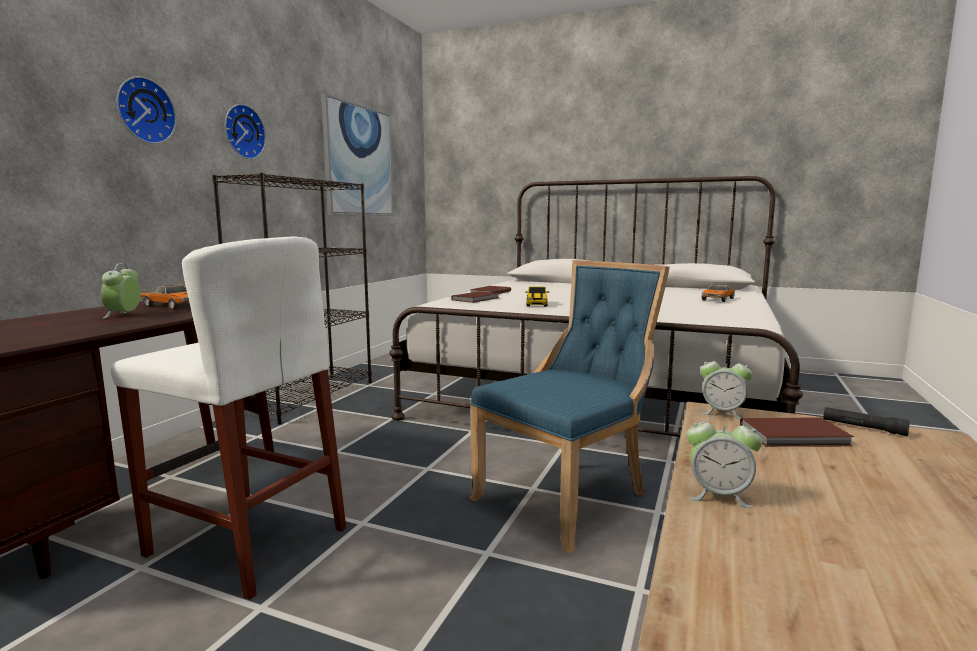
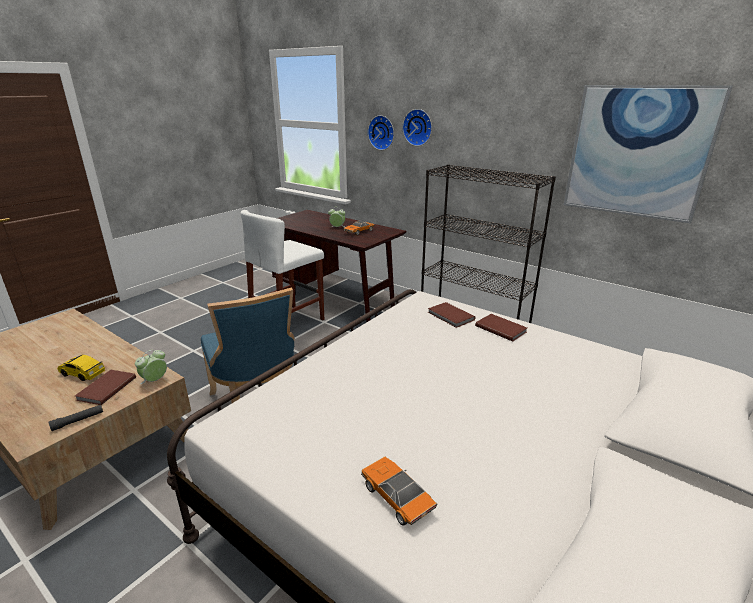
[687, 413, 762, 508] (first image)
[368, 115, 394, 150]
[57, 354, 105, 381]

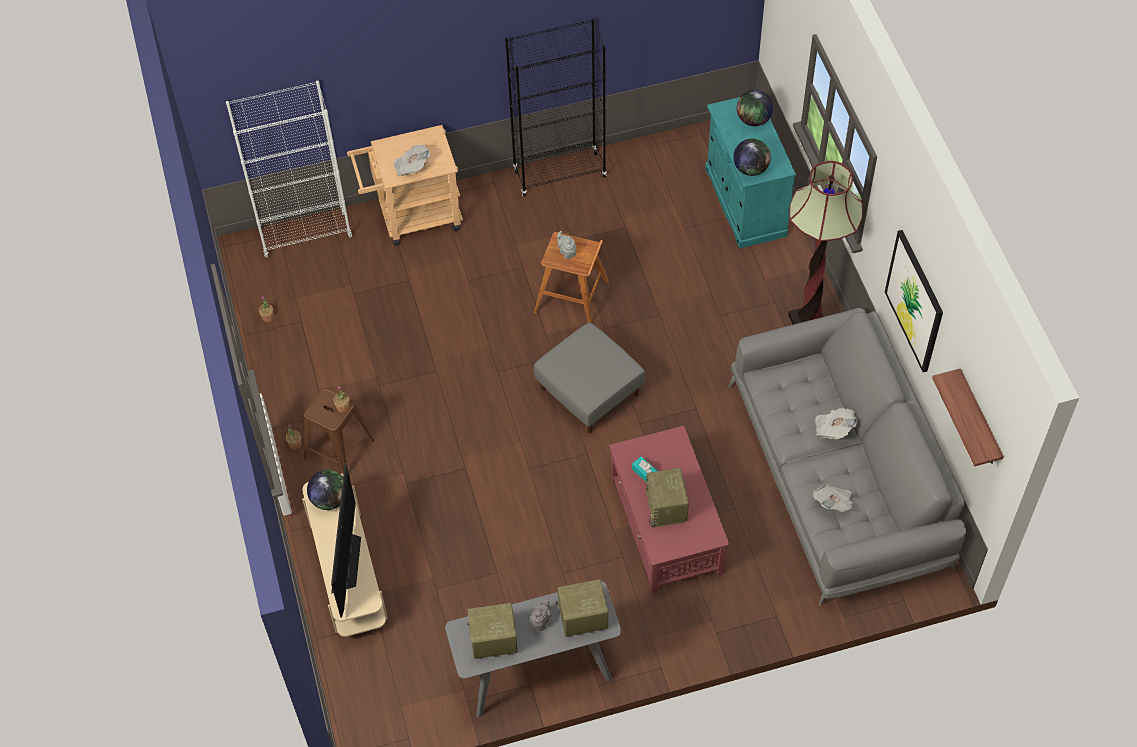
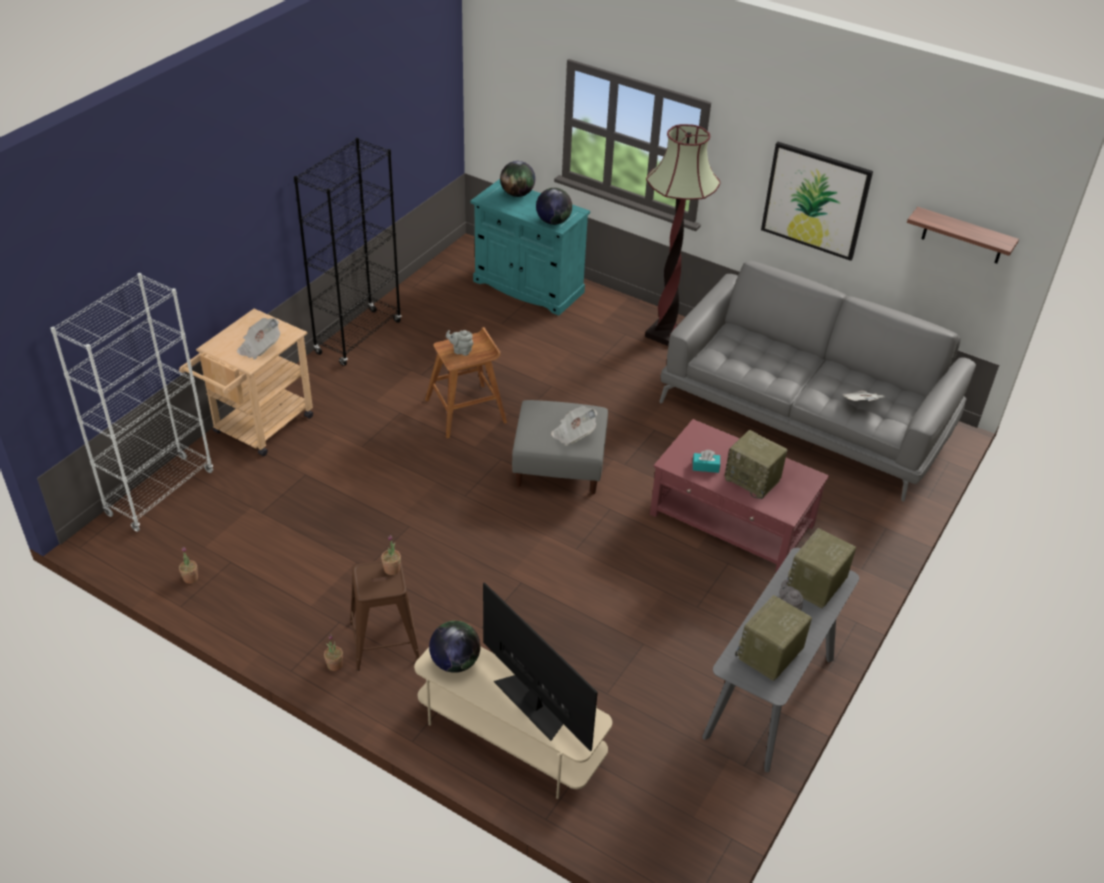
[551, 406, 598, 446]

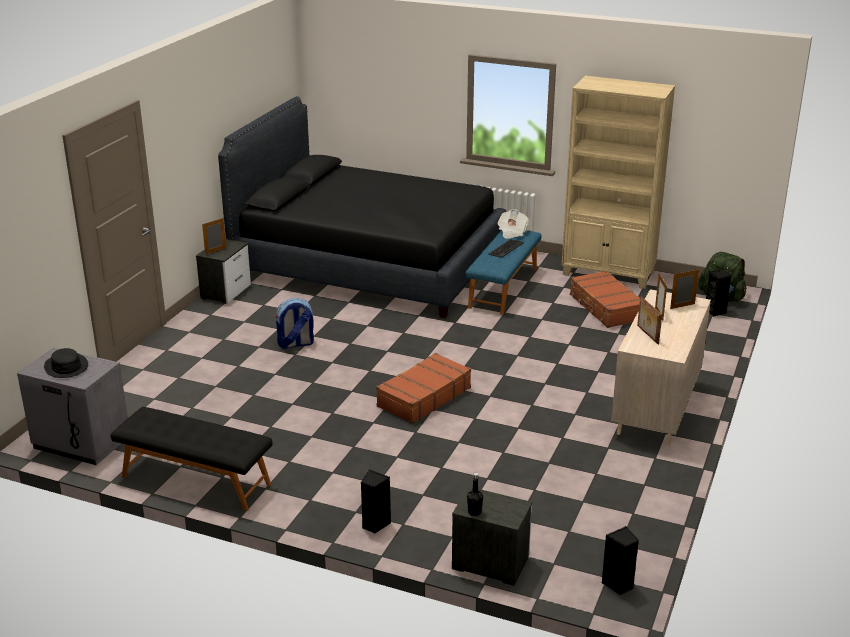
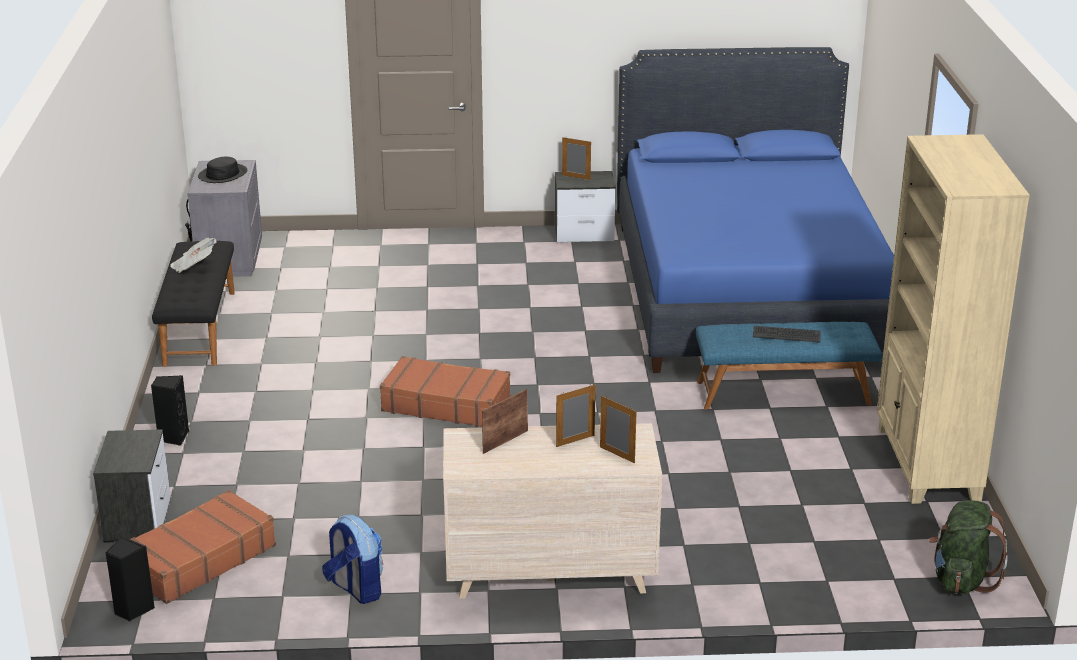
[467, 473, 483, 516] (first image)
[706, 271, 732, 317] (first image)
[322, 515, 383, 604]
[170, 238, 217, 273]
[131, 490, 276, 604]
[617, 47, 894, 373]

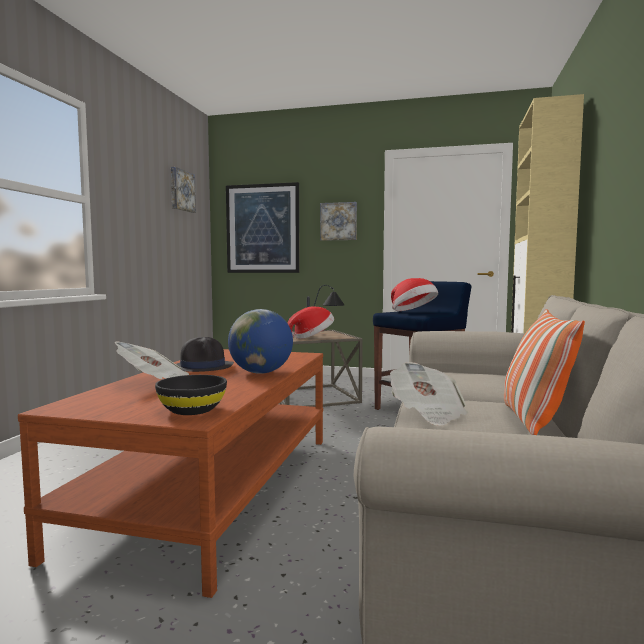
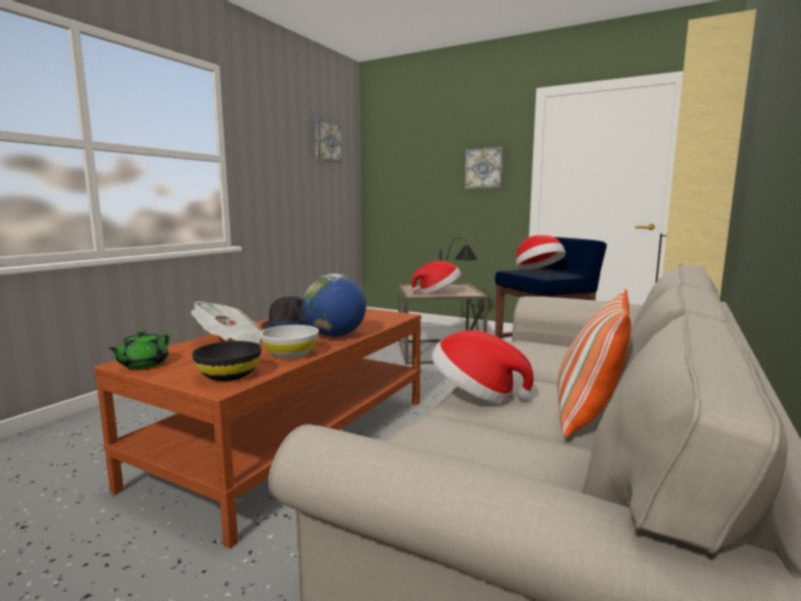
[226, 182, 300, 273] (first image)
[107, 330, 170, 369]
[260, 325, 319, 359]
[432, 330, 534, 404]

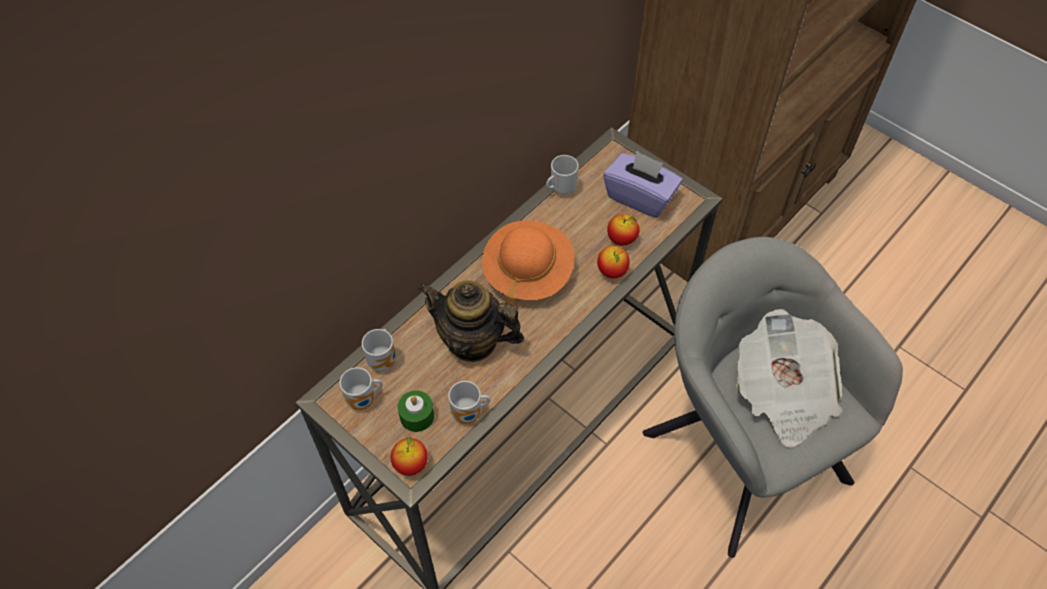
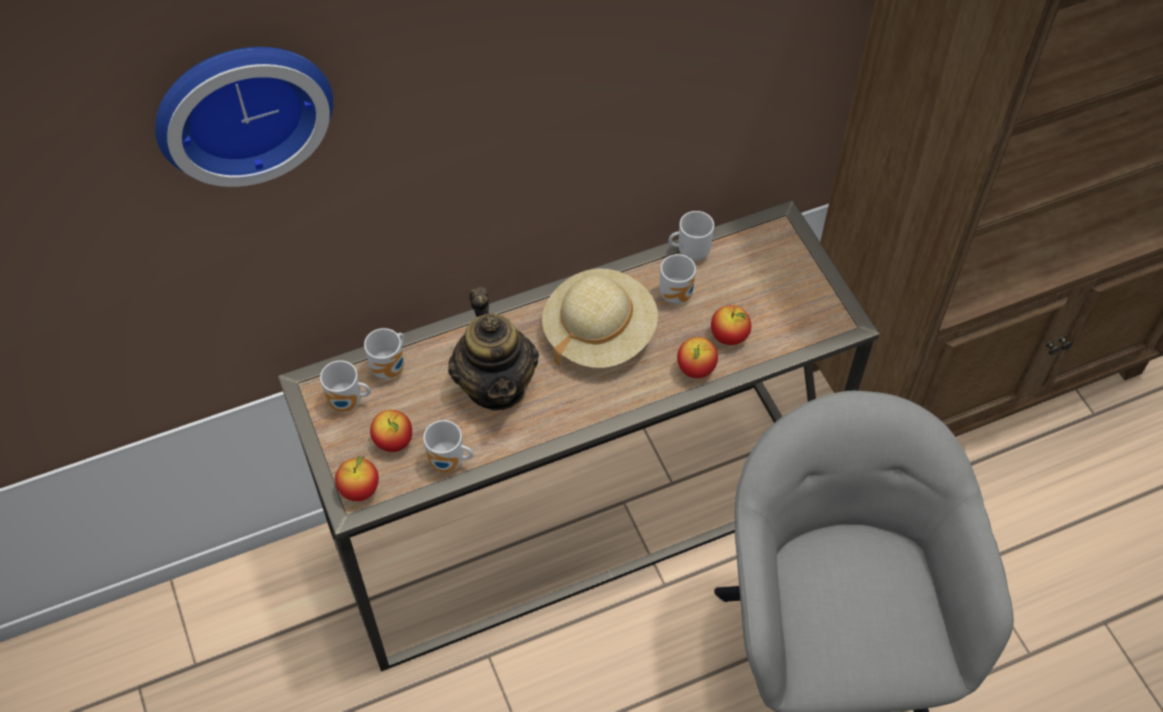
[603, 150, 682, 218] (first image)
[736, 309, 842, 448] (first image)
[155, 47, 333, 187]
[660, 254, 696, 304]
[370, 410, 412, 452]
[542, 268, 658, 368]
[448, 287, 539, 411]

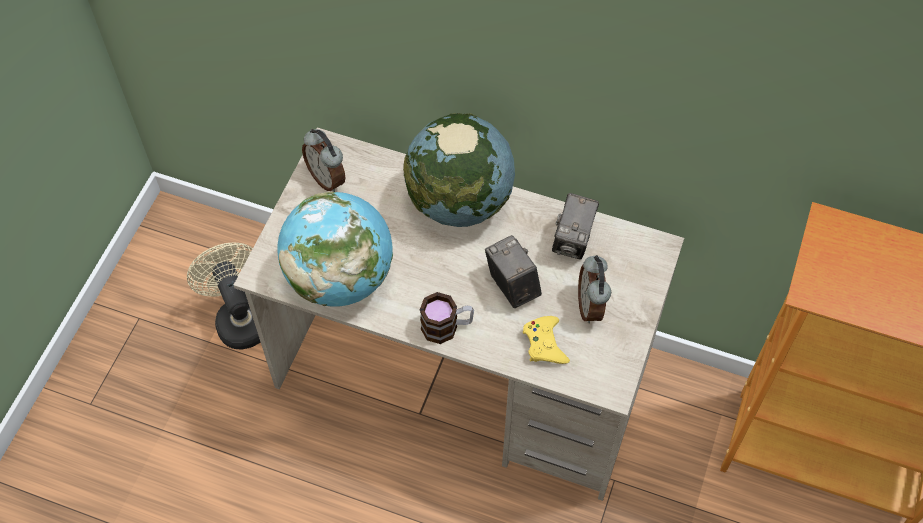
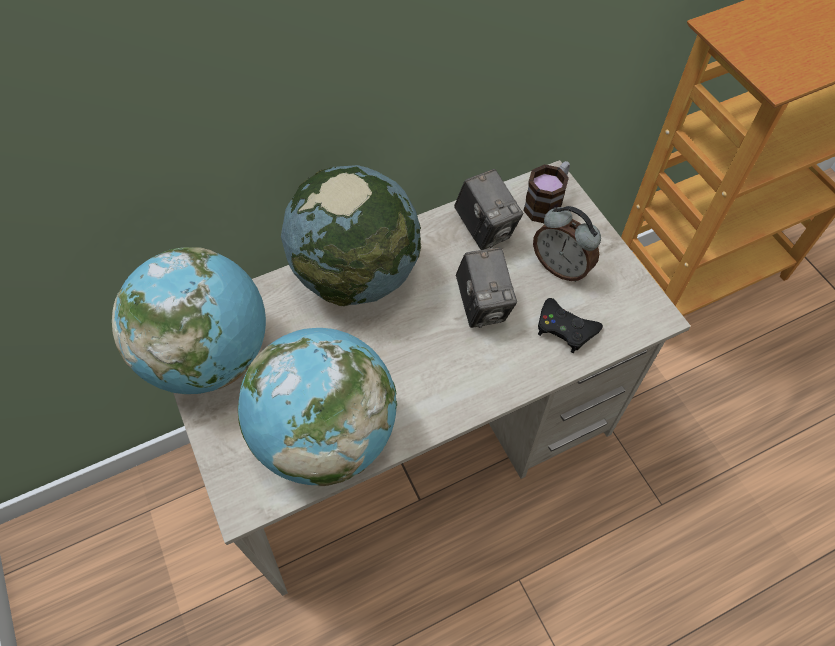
[187, 243, 261, 349] (first image)
[523, 161, 570, 223]
[112, 247, 266, 394]
[538, 298, 603, 353]
[456, 247, 517, 328]

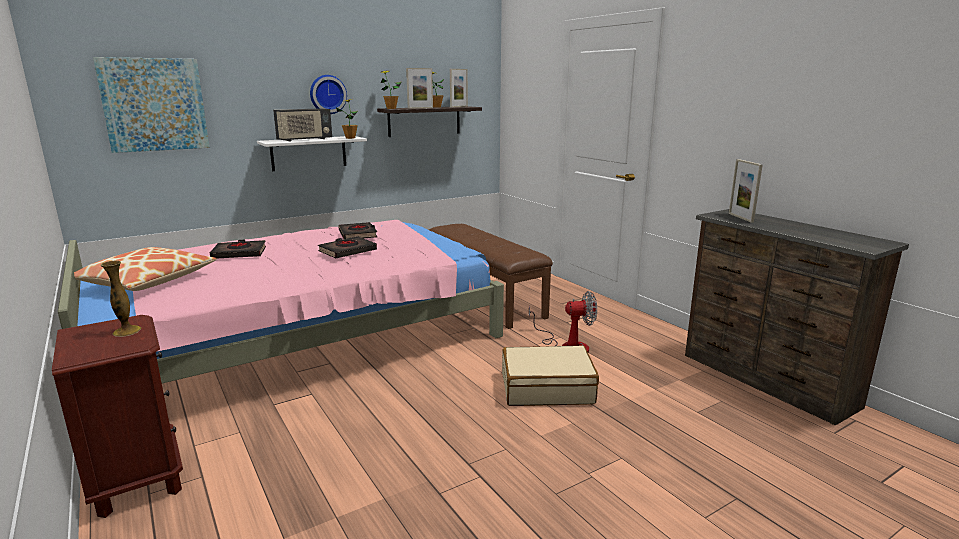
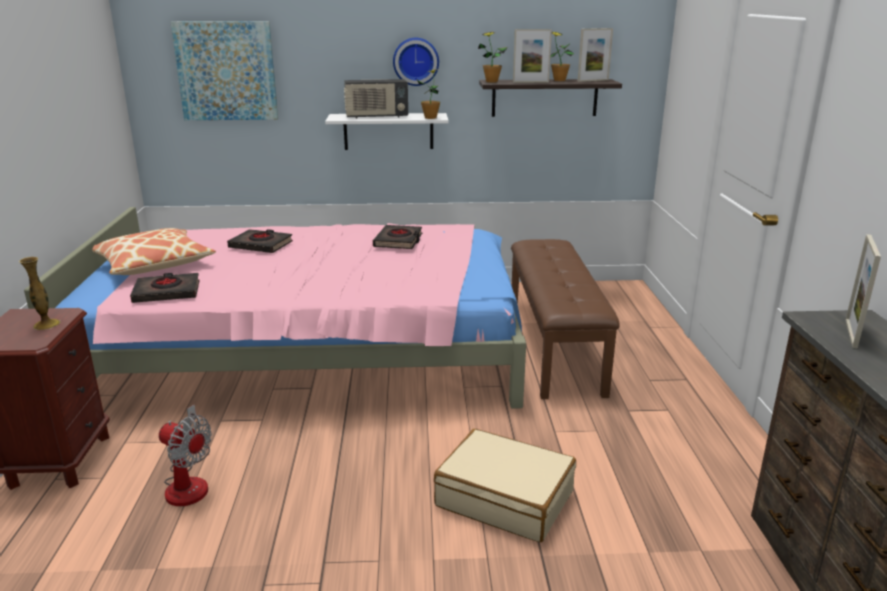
[130, 273, 200, 303]
[159, 404, 212, 506]

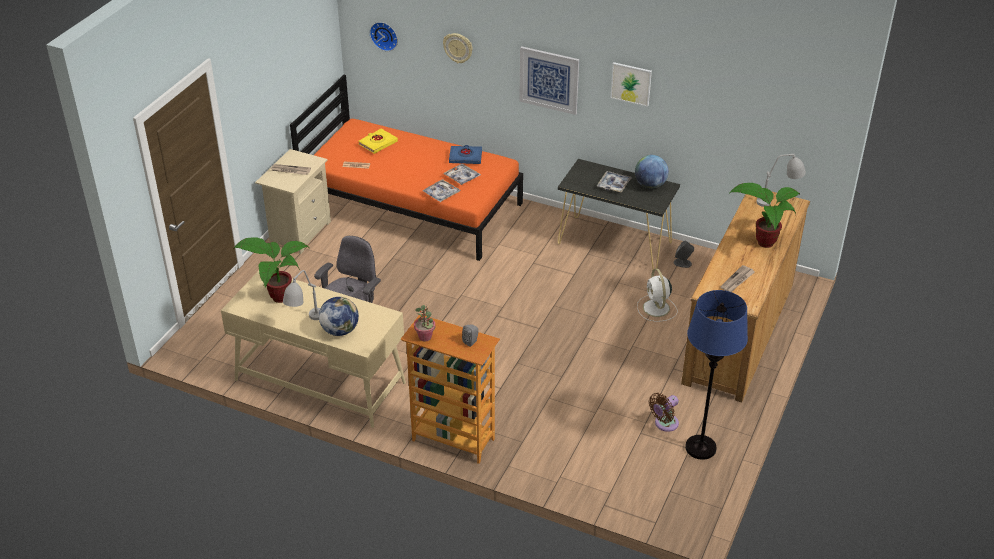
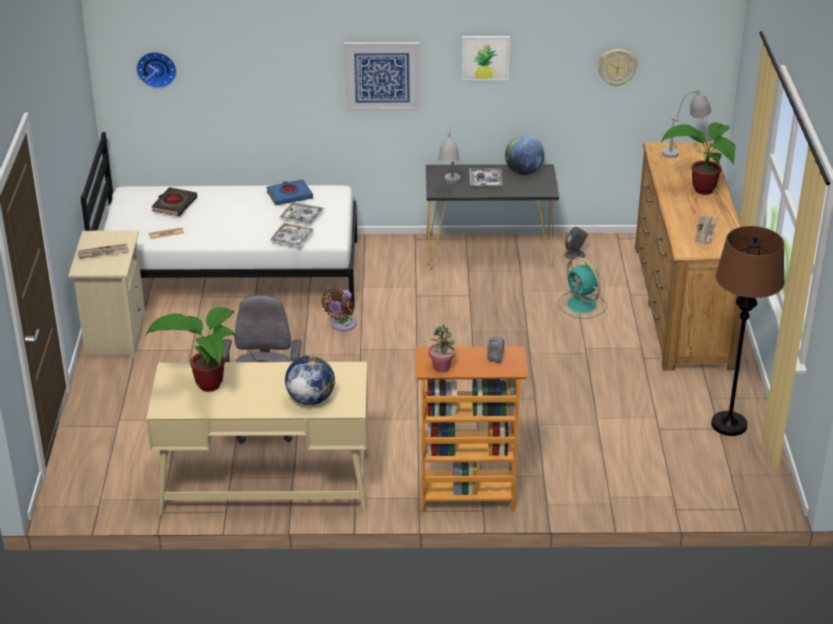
[438, 126, 460, 183]
[597, 49, 638, 86]
[322, 289, 357, 331]
[81, 132, 357, 309]
[152, 187, 197, 216]
[558, 257, 607, 319]
[711, 226, 785, 436]

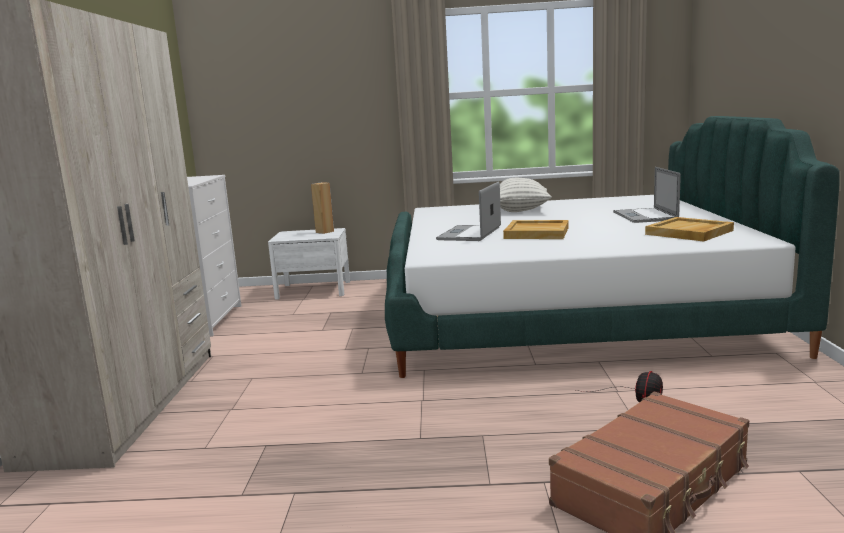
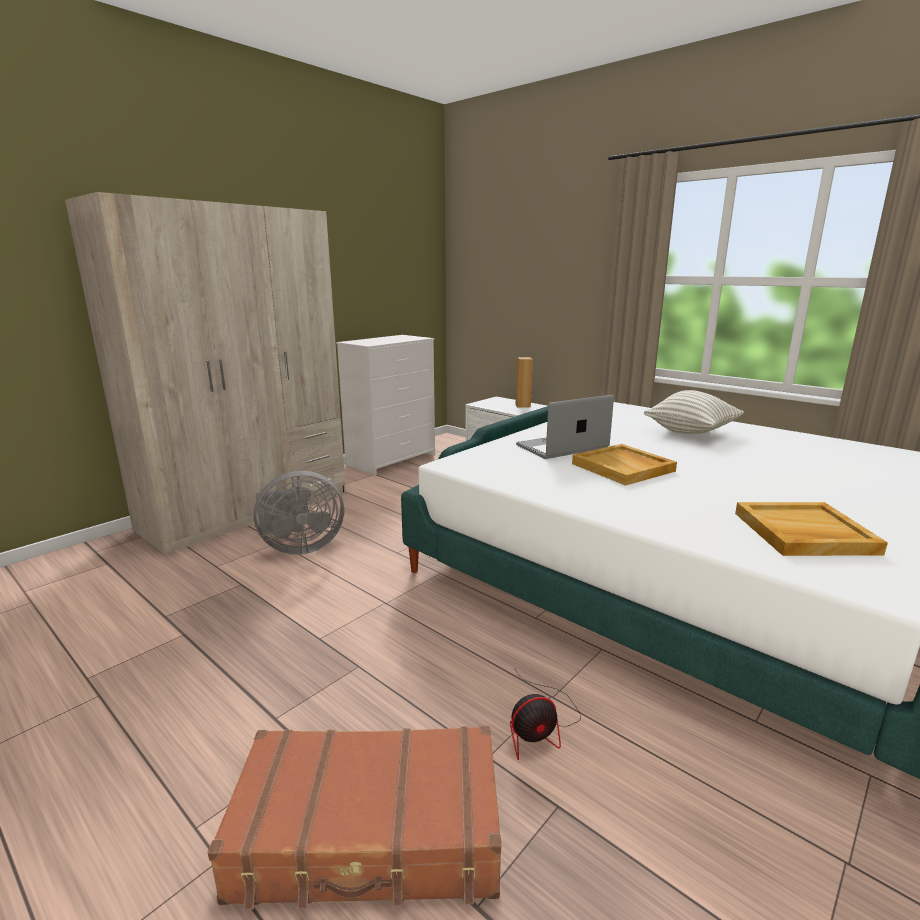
[613, 167, 681, 223] (first image)
[254, 471, 344, 555]

